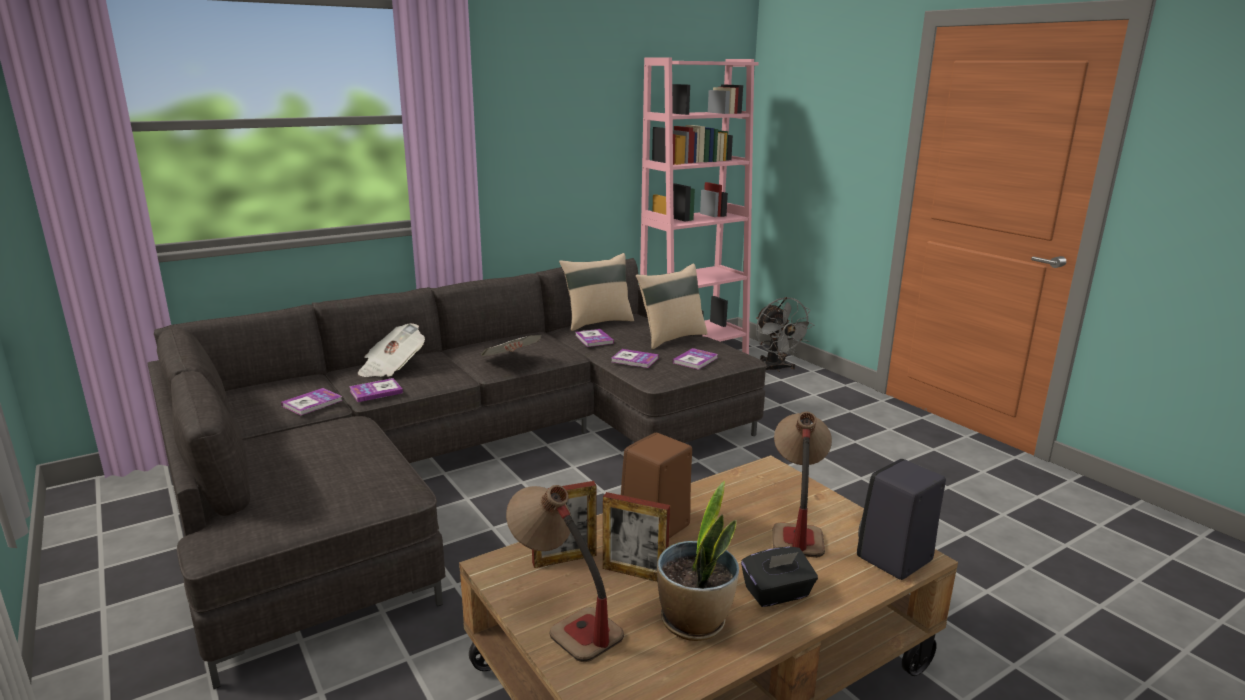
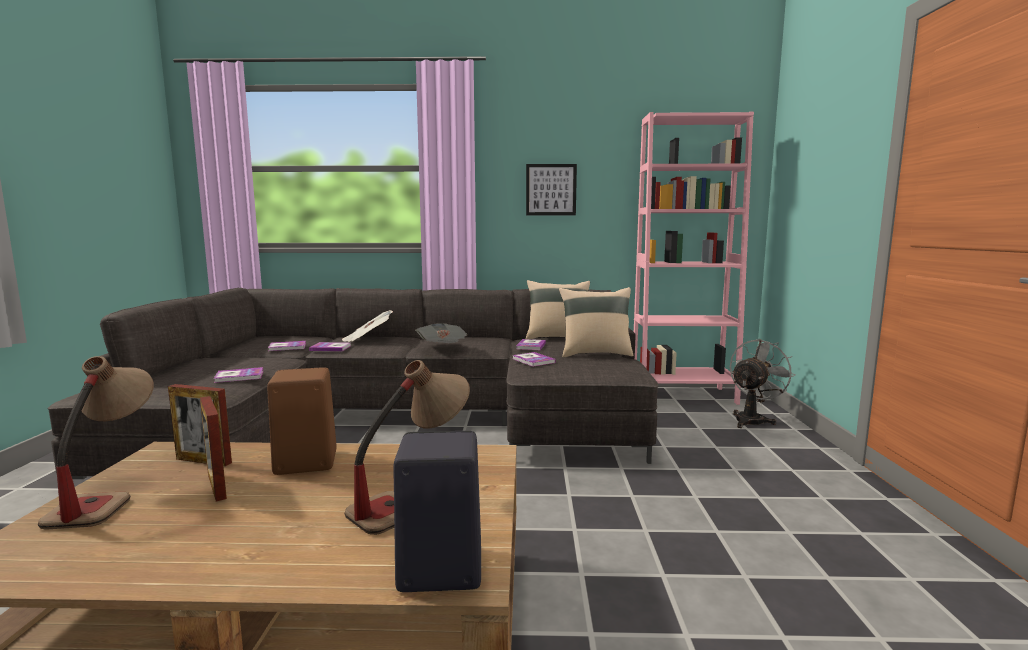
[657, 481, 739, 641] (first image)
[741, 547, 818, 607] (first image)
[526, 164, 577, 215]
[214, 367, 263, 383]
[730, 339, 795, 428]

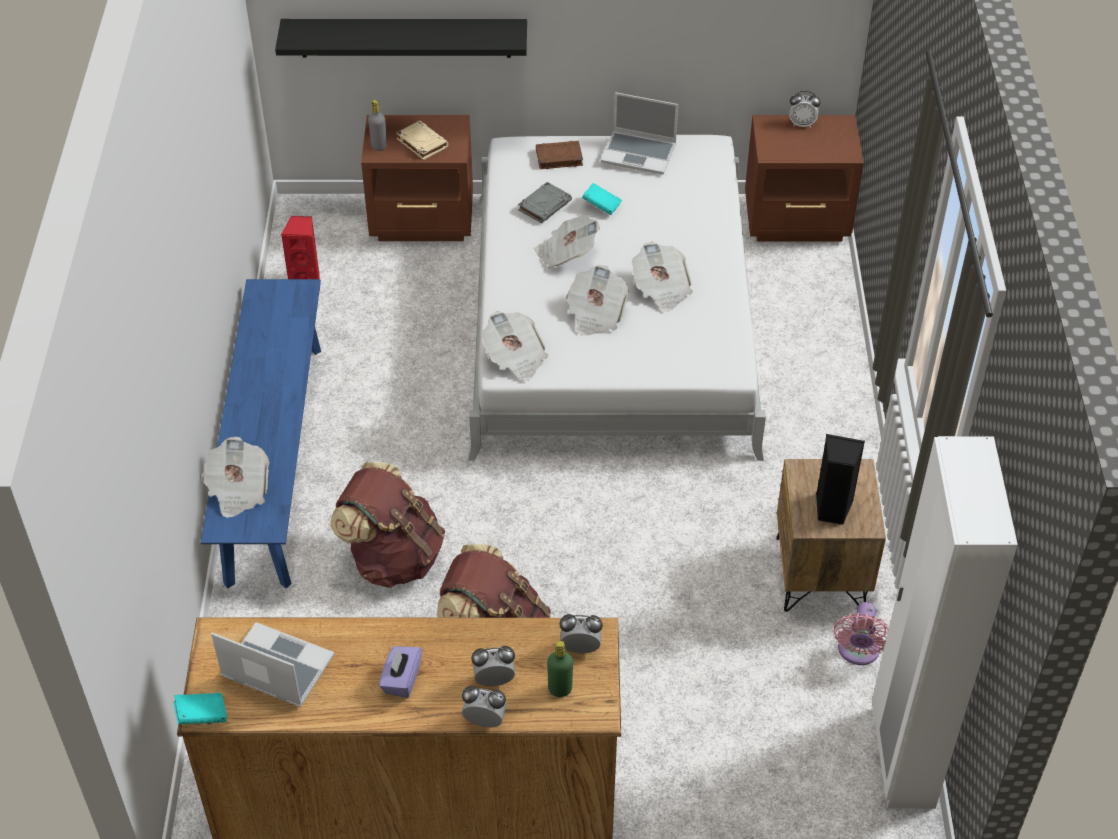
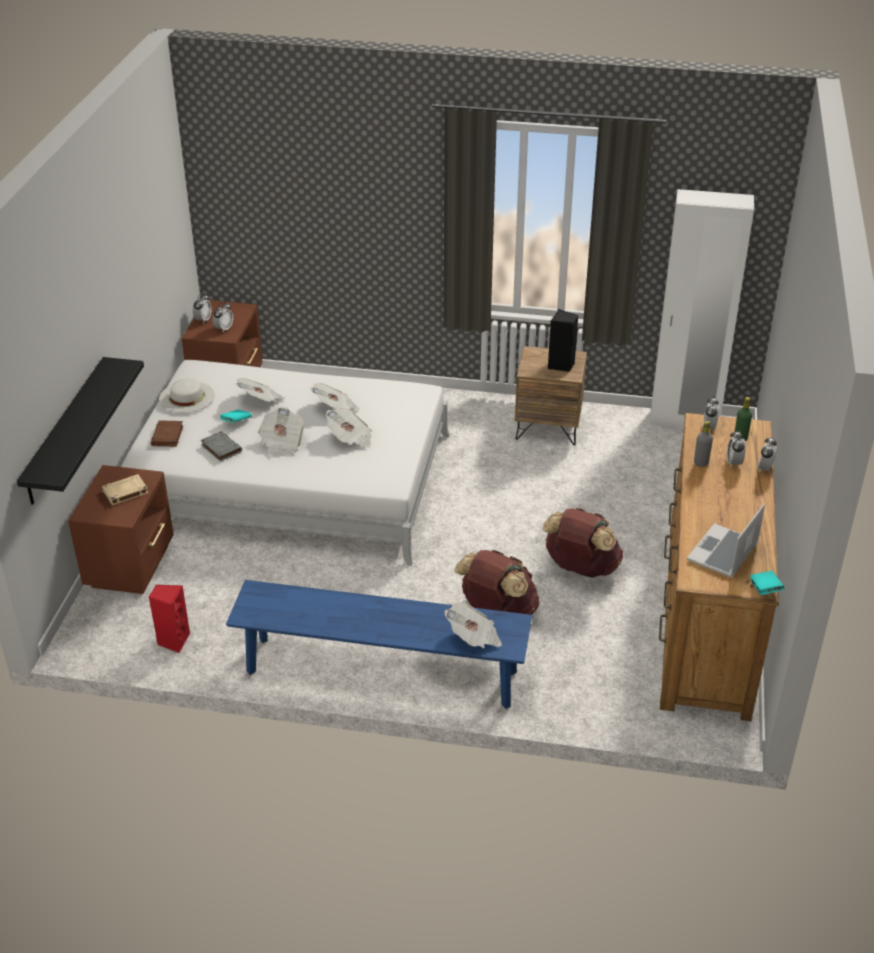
[379, 646, 422, 698] (first image)
[834, 602, 889, 665] (first image)
[212, 302, 233, 333]
[694, 421, 713, 467]
[235, 378, 285, 402]
[159, 379, 215, 413]

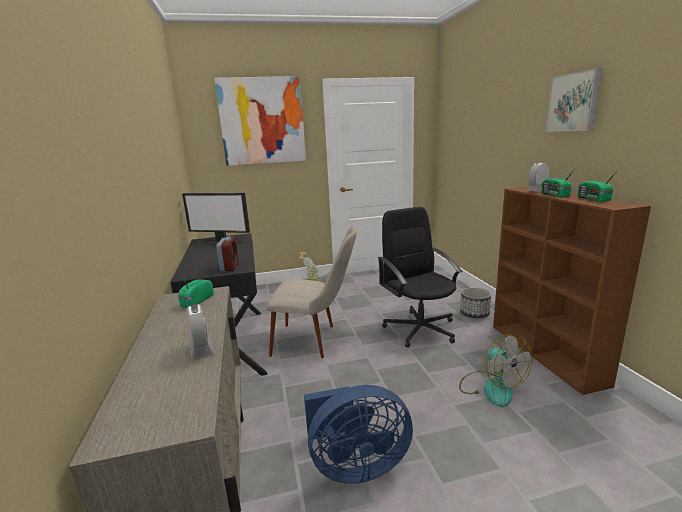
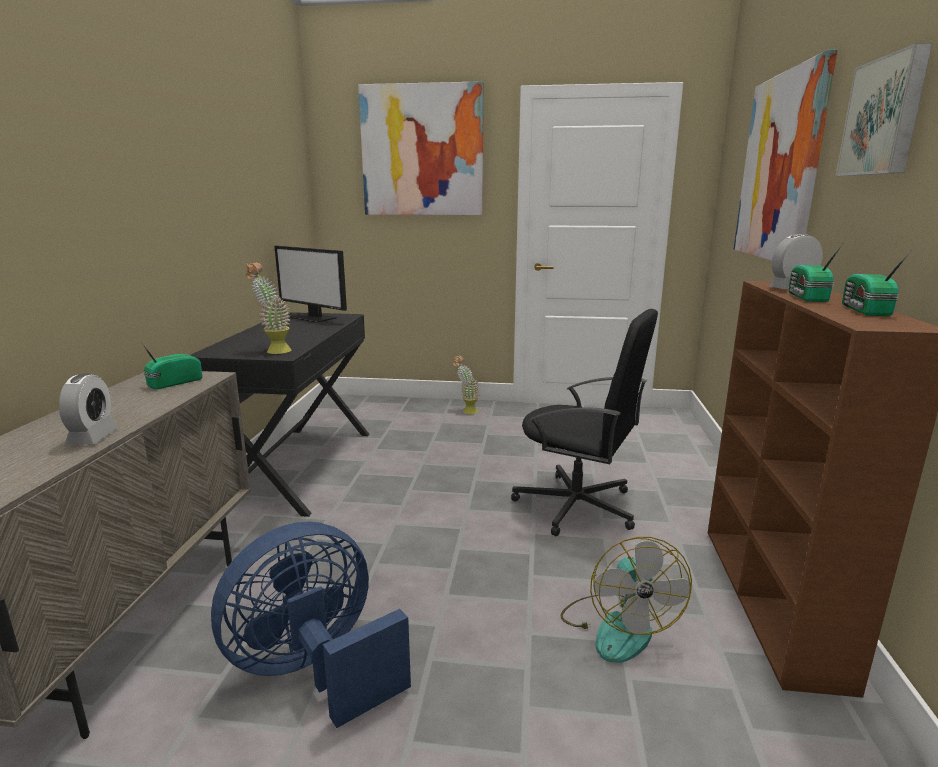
[266, 226, 357, 358] (first image)
[460, 287, 491, 318] (first image)
[734, 49, 838, 261]
[246, 262, 291, 354]
[211, 521, 411, 728]
[511, 309, 658, 536]

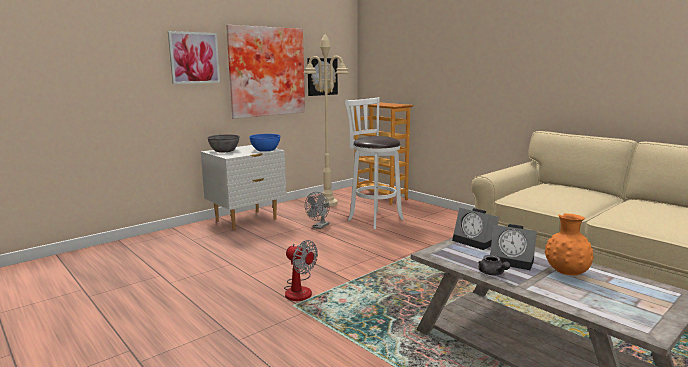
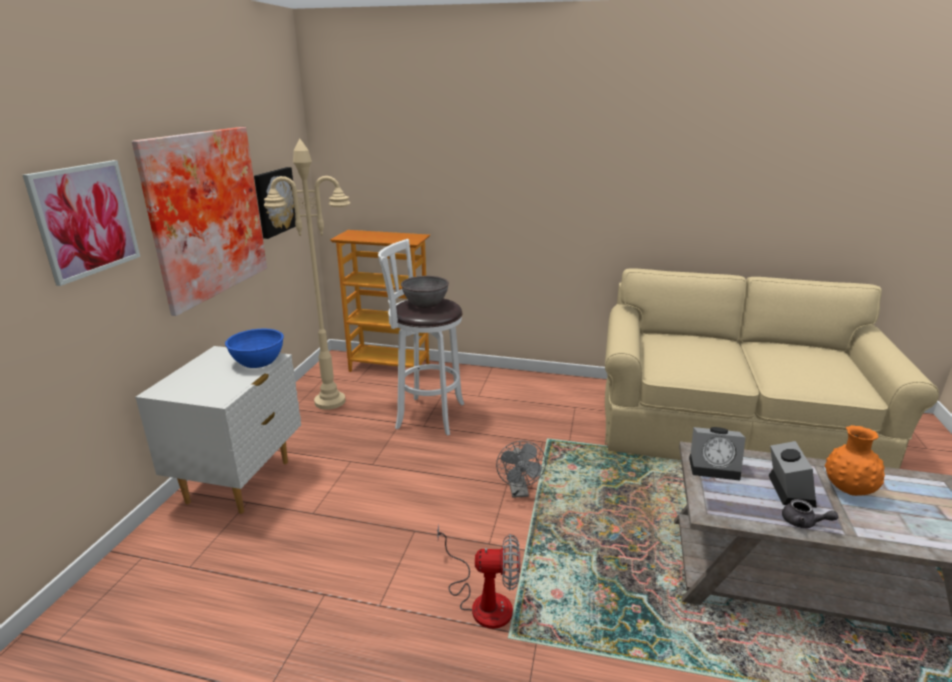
[401, 276, 449, 308]
[496, 441, 546, 498]
[768, 441, 817, 508]

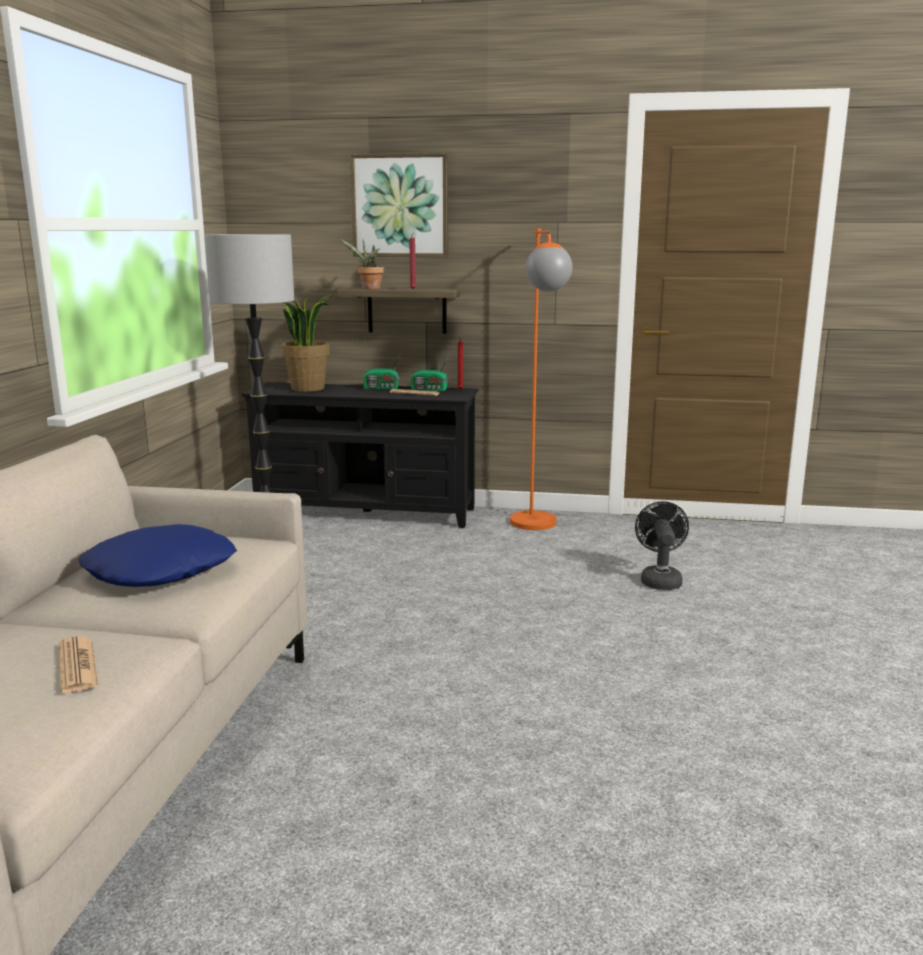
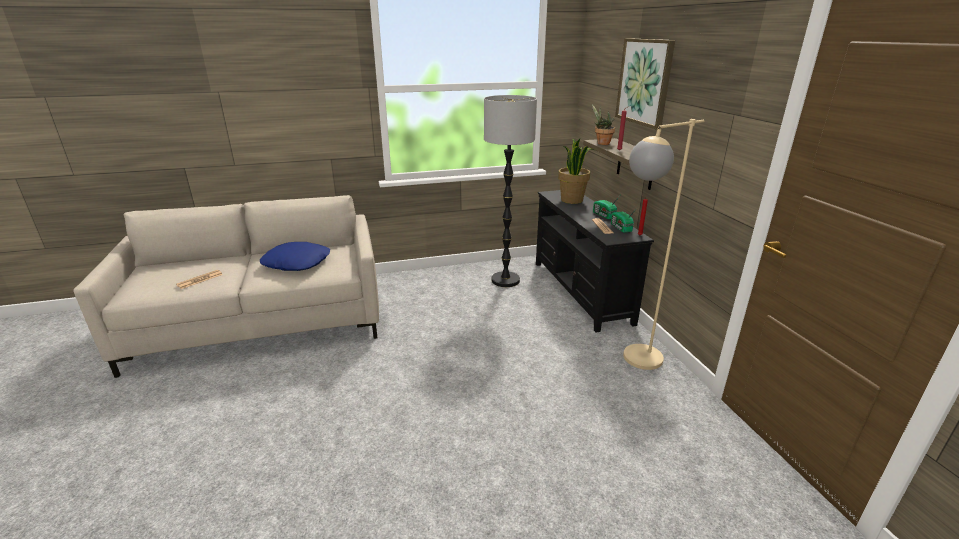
[635, 501, 689, 590] (first image)
[623, 119, 704, 370]

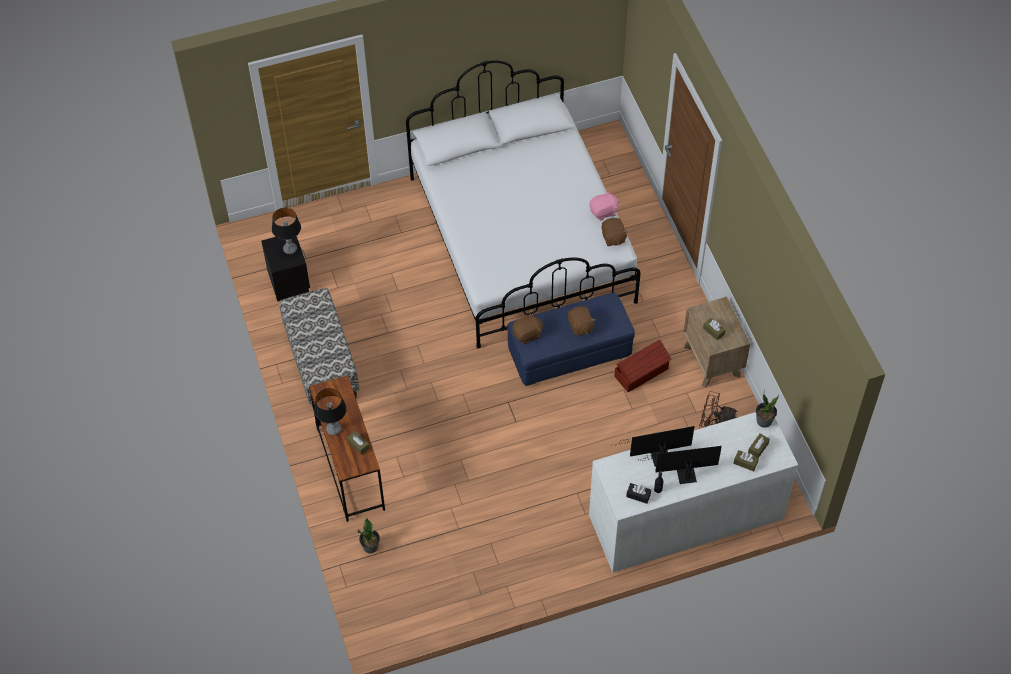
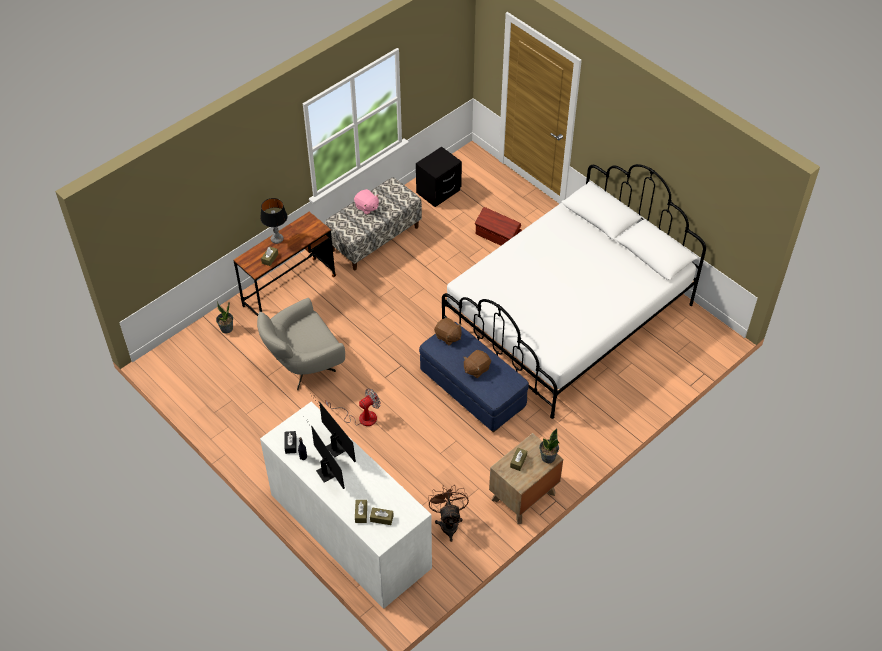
[272, 208, 301, 254] (first image)
[601, 218, 629, 246] (first image)
[257, 298, 345, 390]
[325, 389, 381, 426]
[354, 189, 379, 215]
[475, 207, 522, 246]
[539, 428, 559, 463]

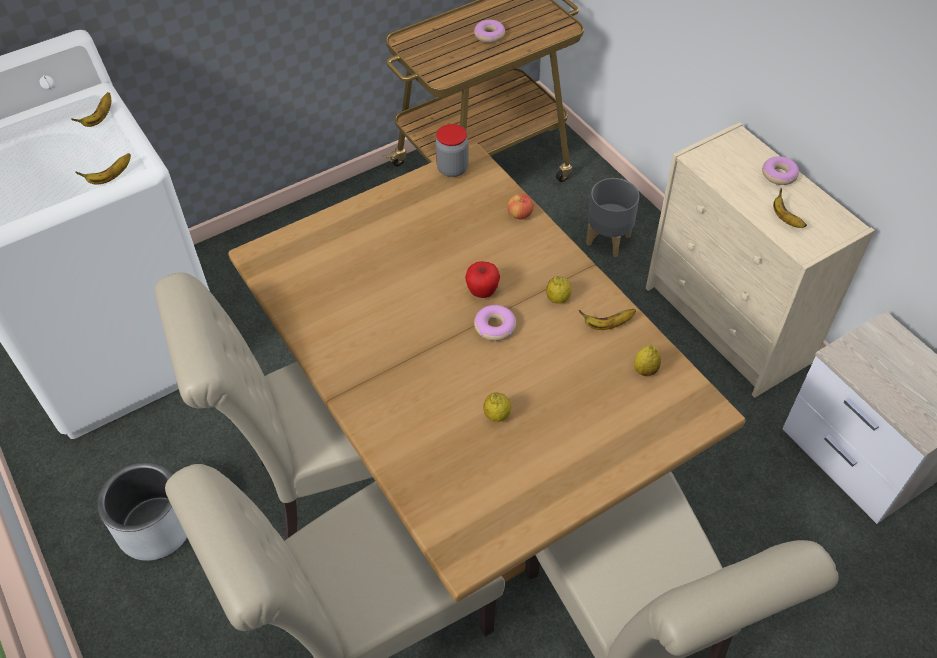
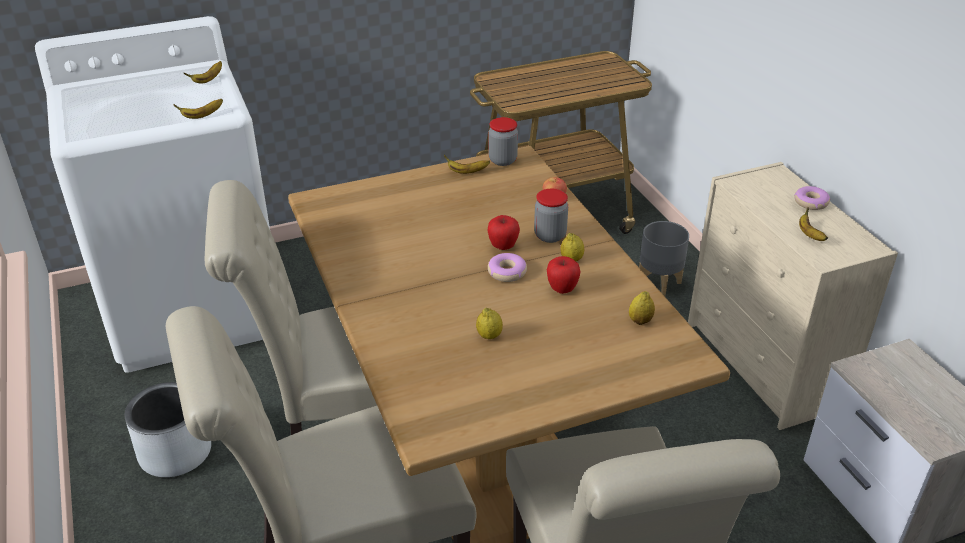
[474, 20, 506, 43] (first image)
[534, 189, 568, 243]
[547, 256, 581, 294]
[444, 155, 490, 174]

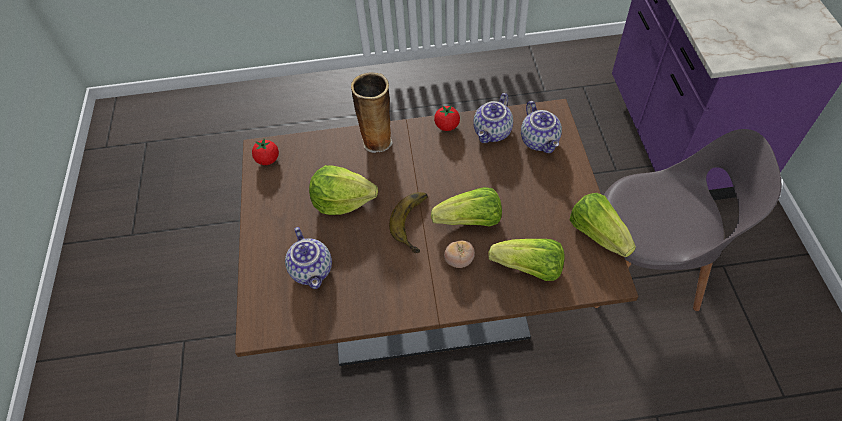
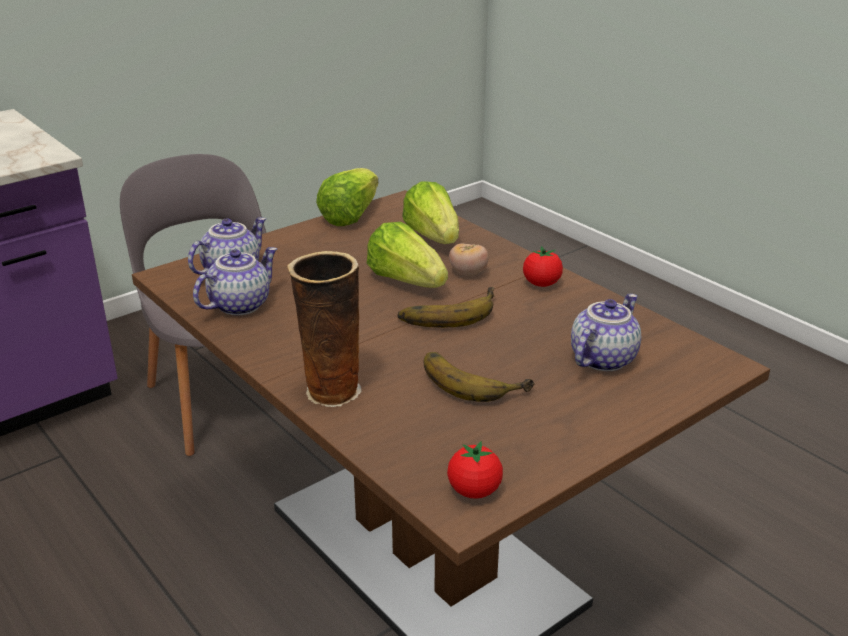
[523, 246, 563, 287]
[424, 352, 534, 402]
[193, 247, 277, 315]

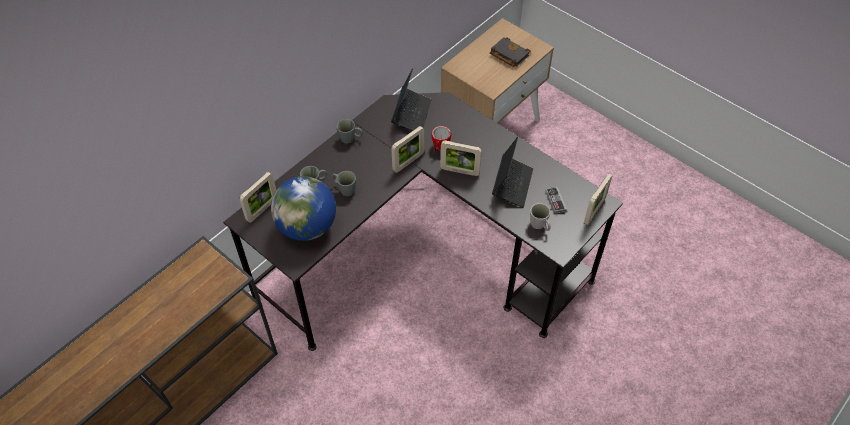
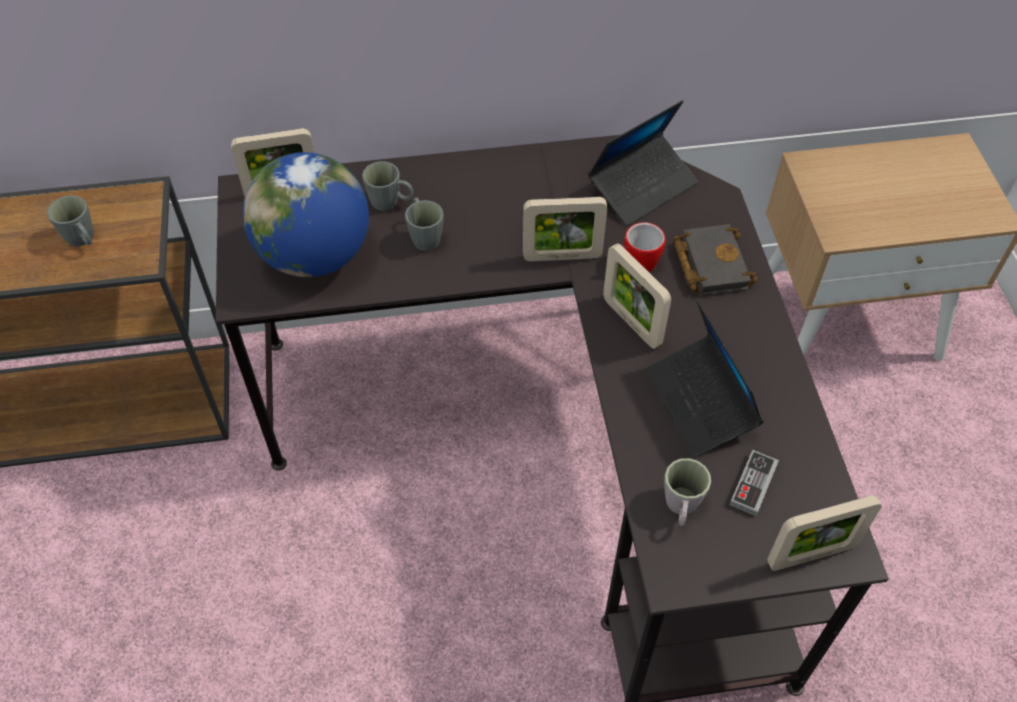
[47, 195, 94, 247]
[673, 224, 758, 295]
[646, 300, 764, 458]

